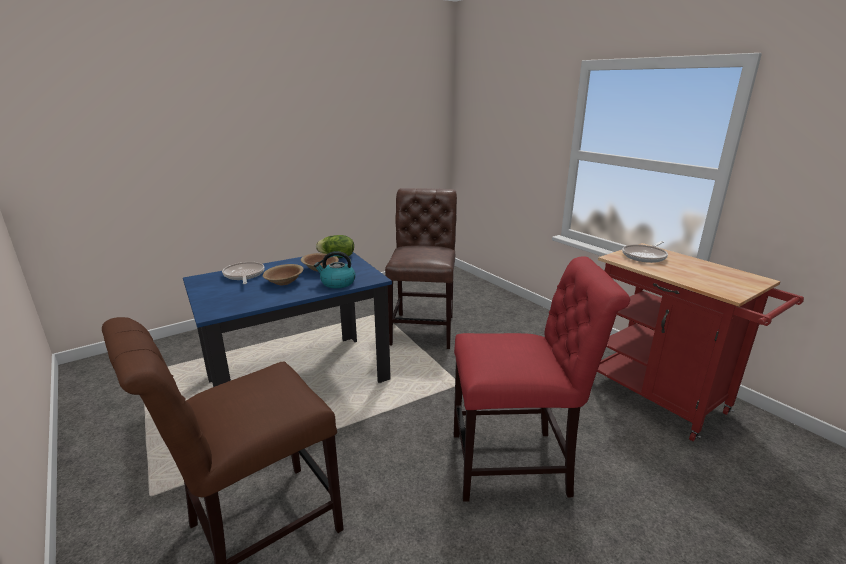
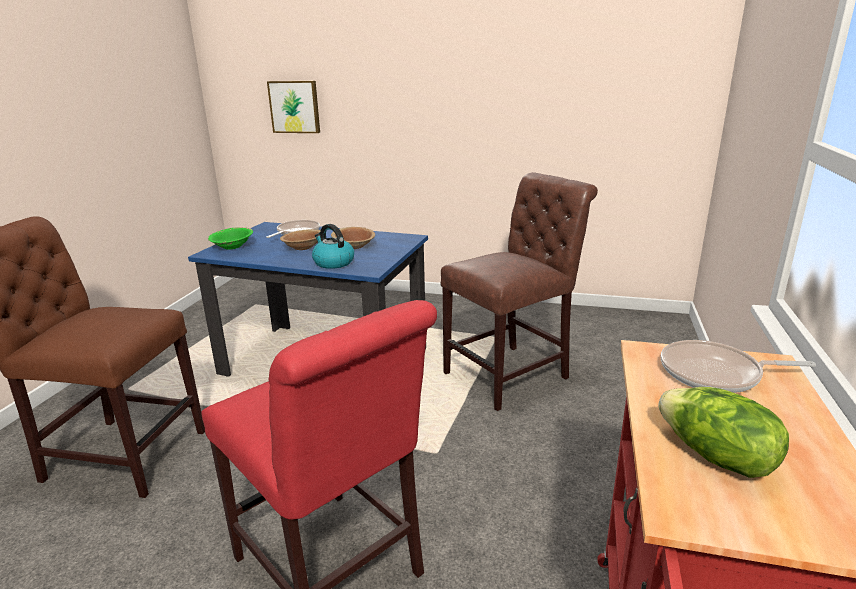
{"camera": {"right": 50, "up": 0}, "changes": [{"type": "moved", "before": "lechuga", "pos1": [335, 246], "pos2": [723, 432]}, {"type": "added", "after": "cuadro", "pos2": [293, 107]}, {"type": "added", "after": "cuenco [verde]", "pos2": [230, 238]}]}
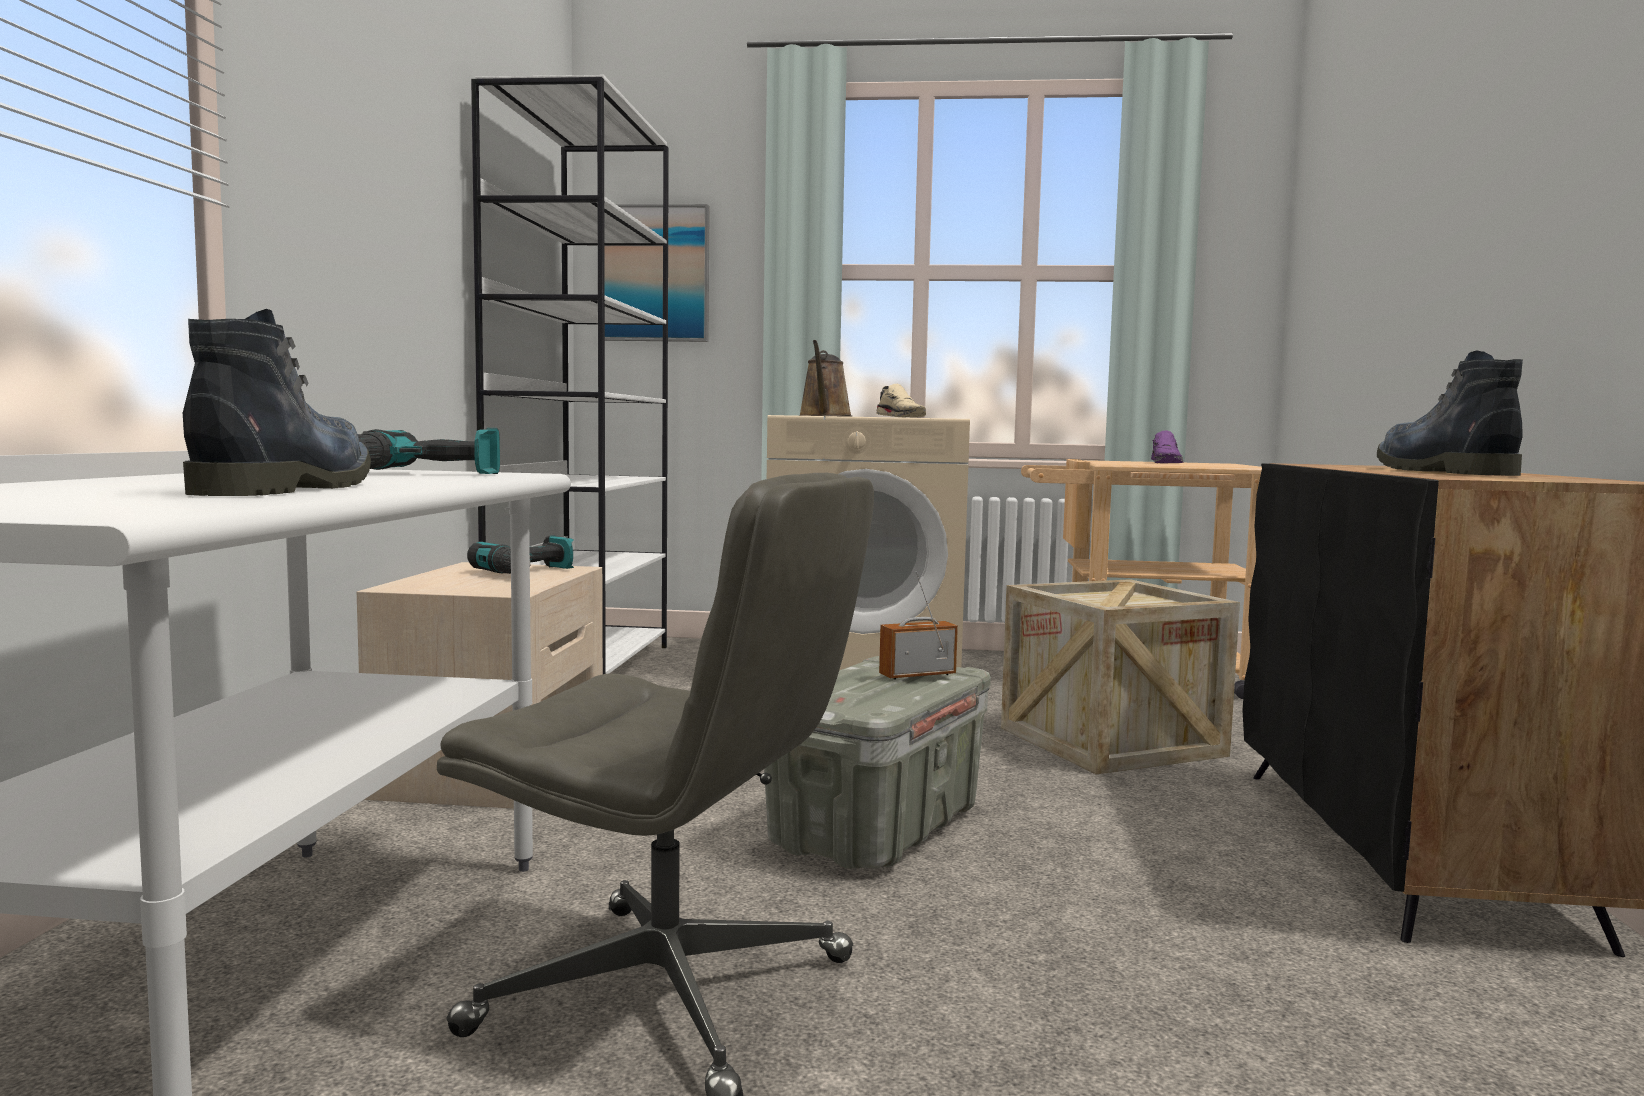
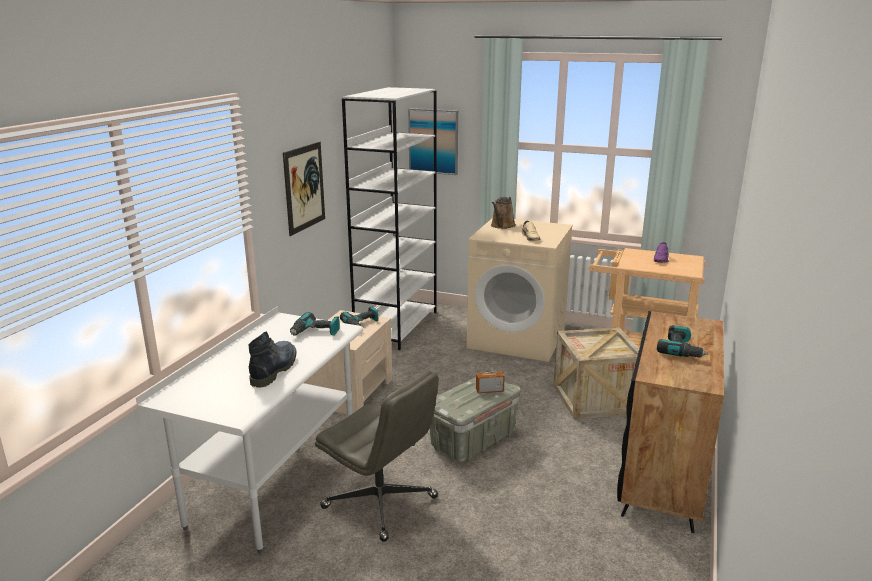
{"camera": {"right": 15, "up": 15}, "changes": [{"type": "replaced", "before": "bota", "after": "taladro", "pos1": [1450, 413], "pos2": [682, 341]}, {"type": "added", "after": "cuadro", "pos2": [304, 189]}]}
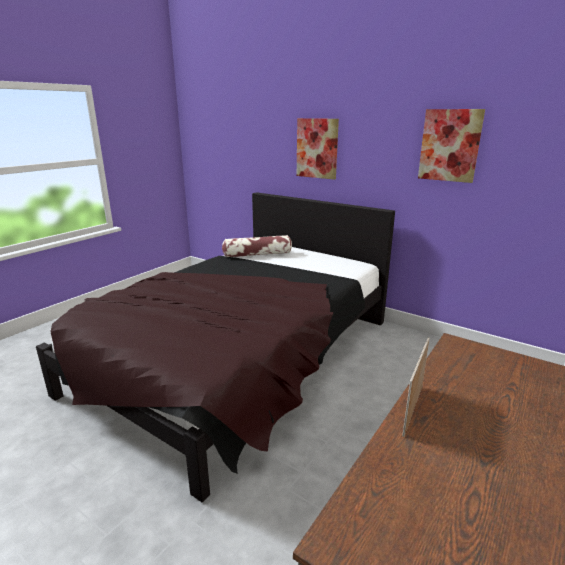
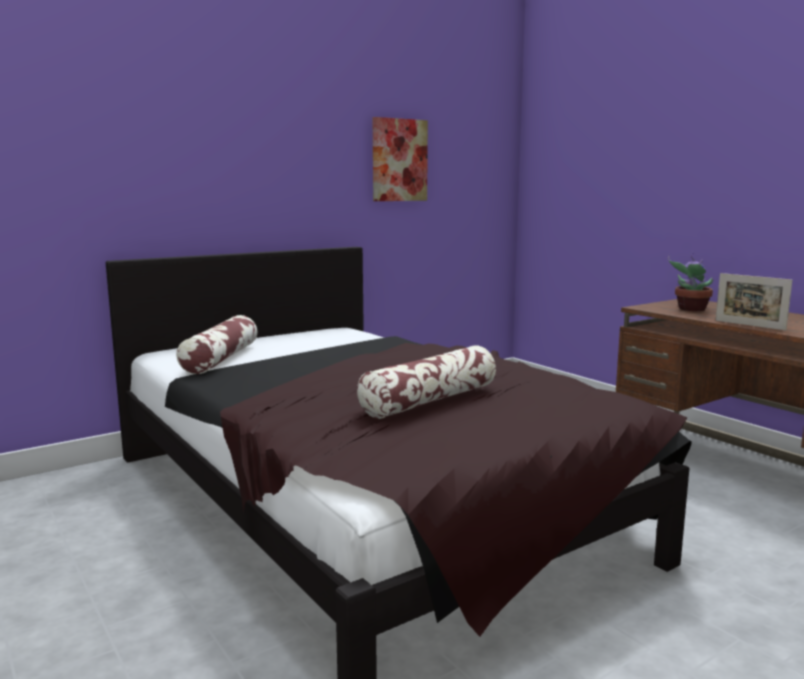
{"camera": {"right": -70, "up": -10}, "changes": [{"type": "removed", "before": "cuadro", "pos1": [318, 149]}, {"type": "added", "after": "planta en maceta", "pos2": [690, 282]}, {"type": "added", "after": "cojín", "pos2": [426, 382]}]}
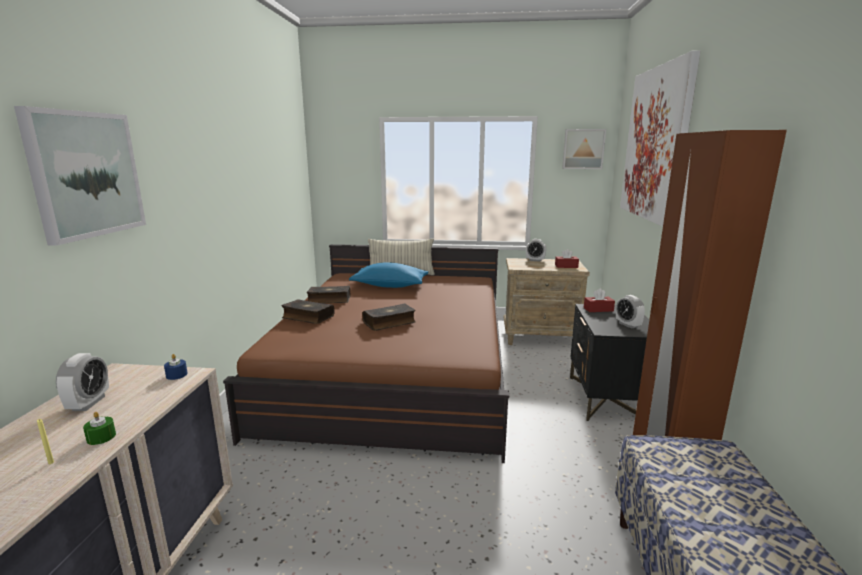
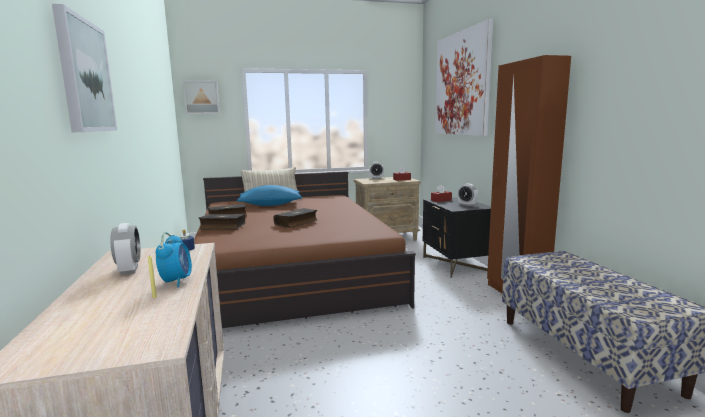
{"camera": {"right": -20, "up": -5}, "changes": [{"type": "moved", "before": "cuadro", "pos1": [584, 149], "pos2": [201, 97]}, {"type": "replaced", "before": "vela [verde]", "after": "despertador", "pos1": [99, 428], "pos2": [174, 259]}]}
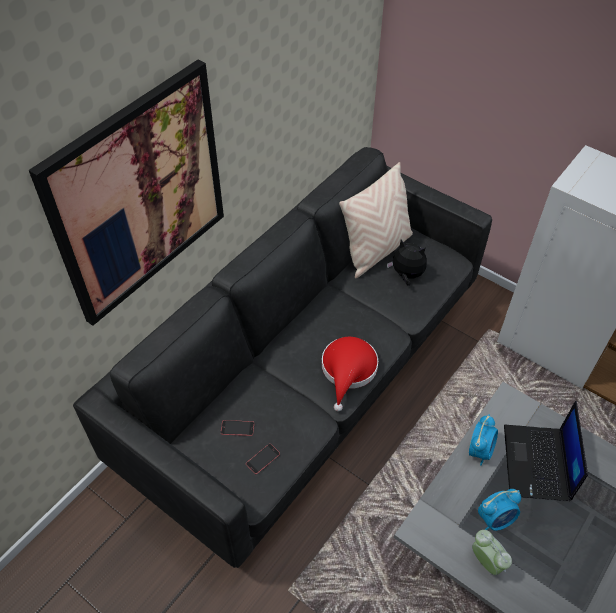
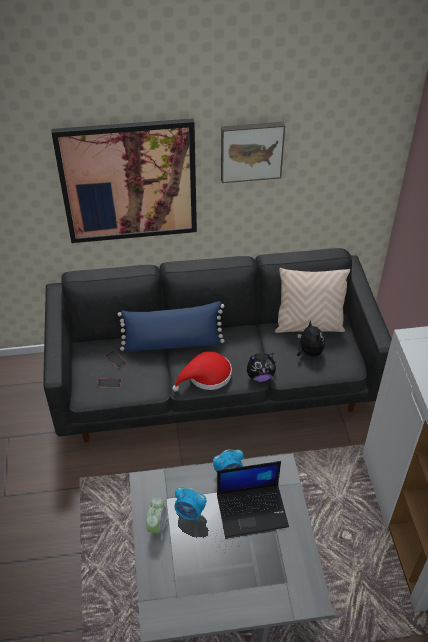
{"camera": {"right": 45, "up": -5}, "changes": [{"type": "turned", "before": "portátil", "pos1": [546, 451], "pos2": [253, 499], "turn": -150}, {"type": "added", "after": "cuadro", "pos2": [253, 152]}, {"type": "added", "after": "cojín [azul]", "pos2": [171, 326]}, {"type": "added", "after": "peluche", "pos2": [261, 367]}]}
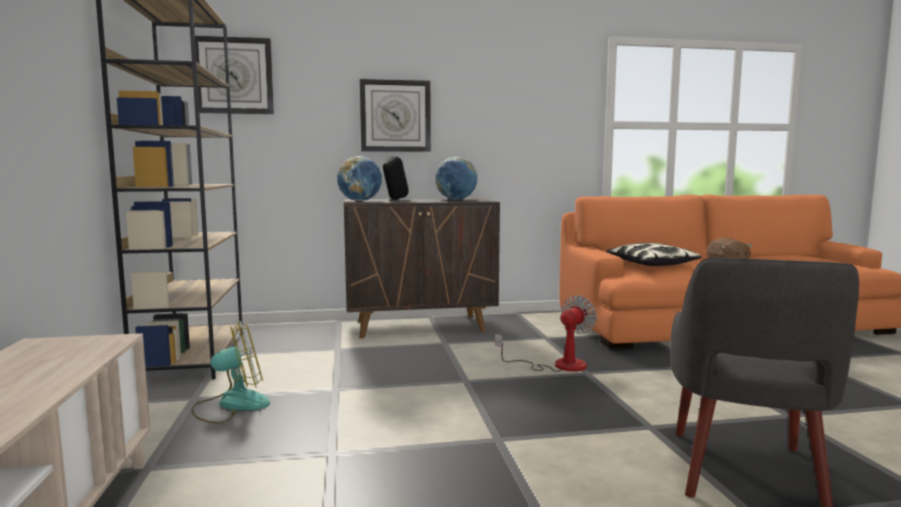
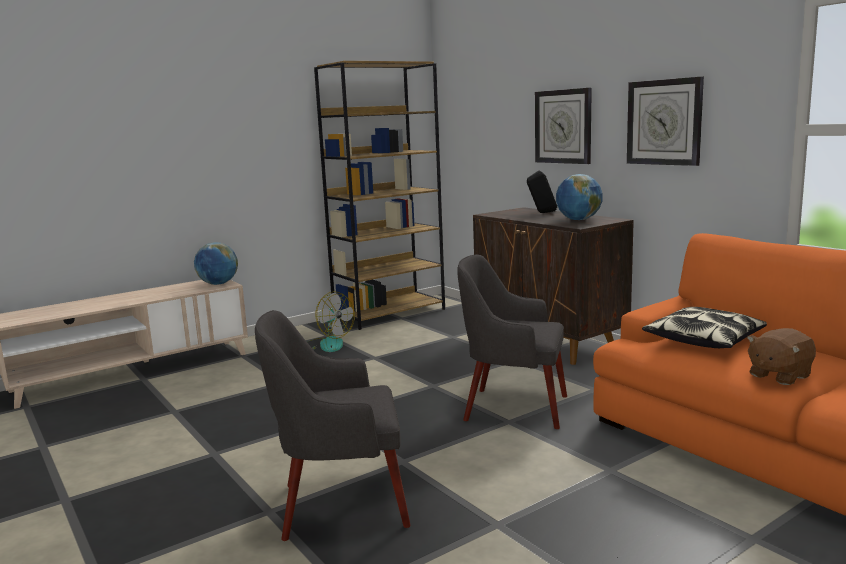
{"camera": {"right": 65, "up": 5}, "changes": [{"type": "moved", "before": "reloj de pared", "pos1": [234, 75], "pos2": [665, 121]}, {"type": "moved", "before": "globo terráqueo", "pos1": [359, 178], "pos2": [216, 263]}, {"type": "replaced", "before": "ventilador", "after": "sillón [gris]", "pos1": [546, 333], "pos2": [512, 341]}]}
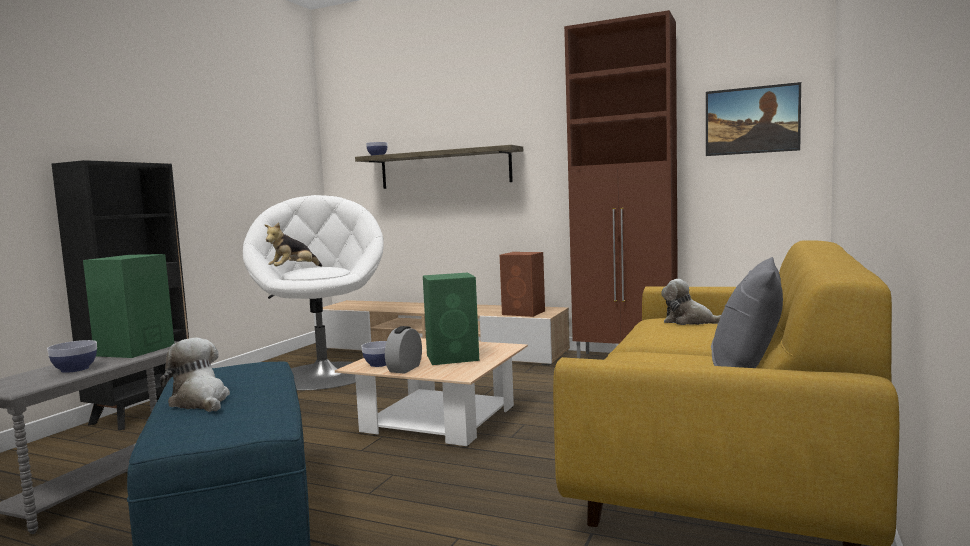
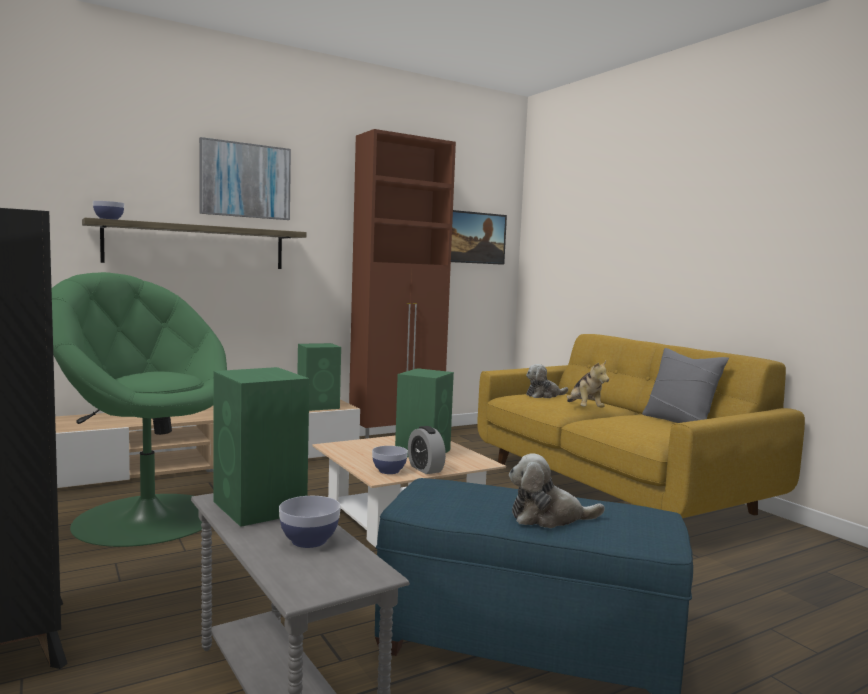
{"camera": {"right": -55, "up": 0}, "changes": [{"type": "recoloured", "before": "sillón [blanco]", "after": "sillón [verde]", "pos1": [313, 292], "pos2": [139, 409]}, {"type": "moved", "before": "peluche", "pos1": [293, 244], "pos2": [588, 384]}, {"type": "recoloured", "before": "altavoz [marrón]", "after": "altavoz [verde]", "pos1": [522, 284], "pos2": [319, 377]}, {"type": "added", "after": "cuadro", "pos2": [245, 178]}]}
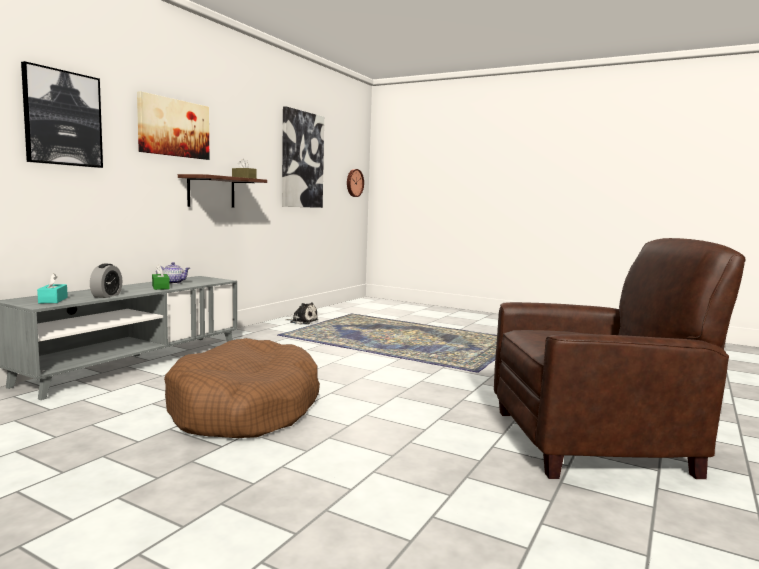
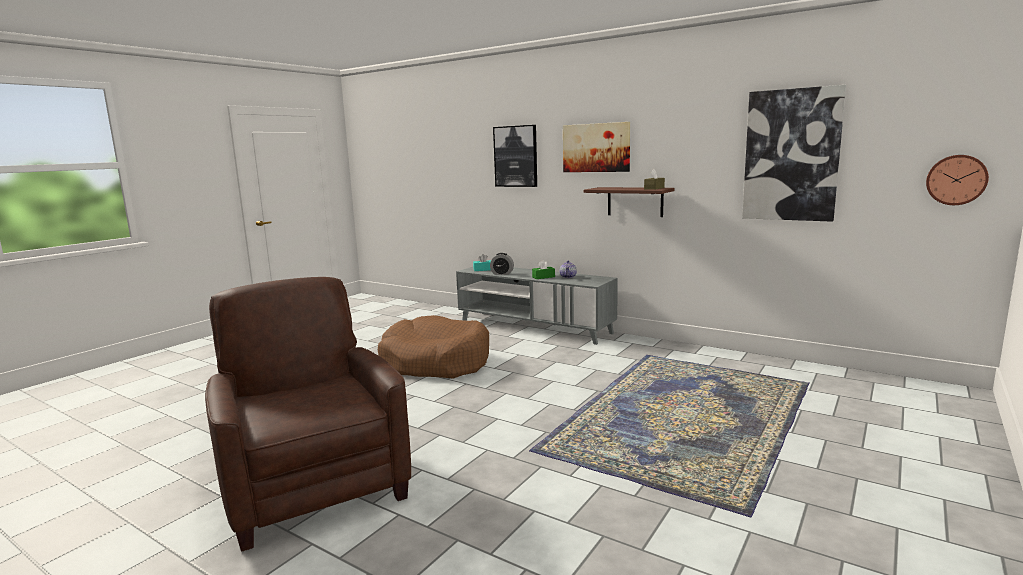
{"camera": {"right": 95, "up": 5}, "changes": [{"type": "turned", "before": "sillón [marrón]", "pos1": [619, 358], "pos2": [308, 414], "turn": 150}, {"type": "removed", "before": "peluche", "pos1": [302, 313]}]}
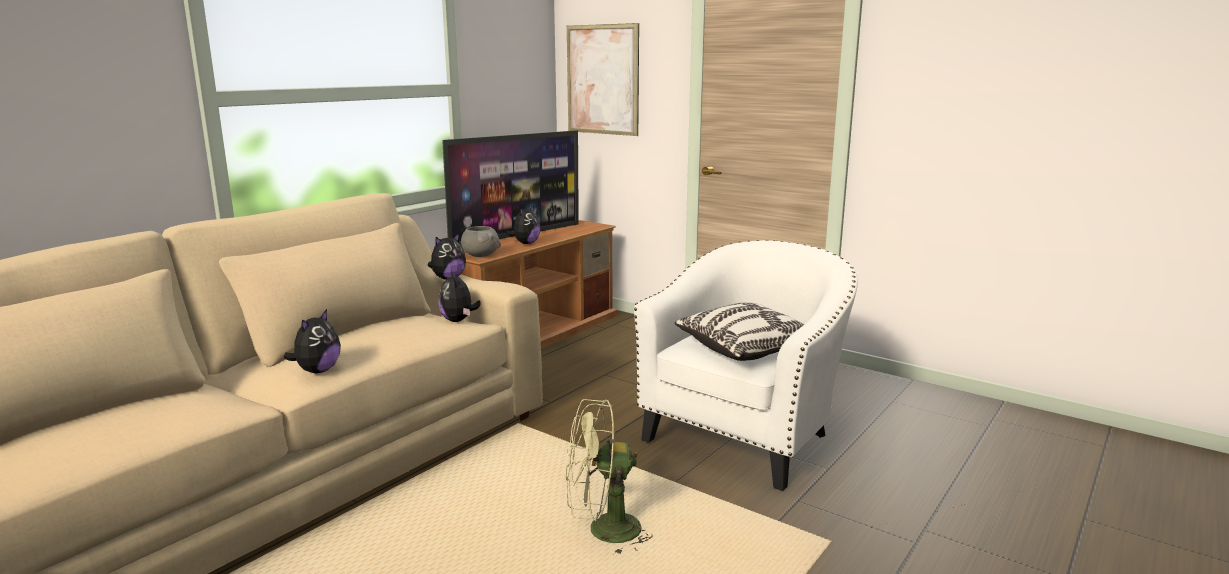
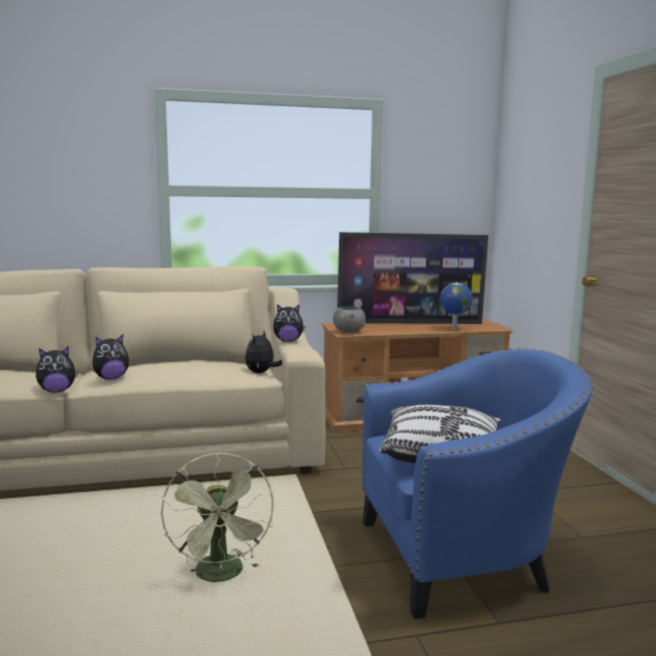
{"camera": {"right": 40, "up": -5}, "changes": [{"type": "removed", "before": "cuadro", "pos1": [603, 79]}, {"type": "moved", "before": "peluche", "pos1": [523, 224], "pos2": [57, 369]}, {"type": "recoloured", "before": "sillón [blanco]", "after": "sillón [azul]", "pos1": [746, 365], "pos2": [477, 483]}, {"type": "turned", "before": "ventilador [verde]", "pos1": [609, 477], "pos2": [217, 517], "turn": -135}, {"type": "added", "after": "globo terráqueo", "pos2": [456, 306]}]}
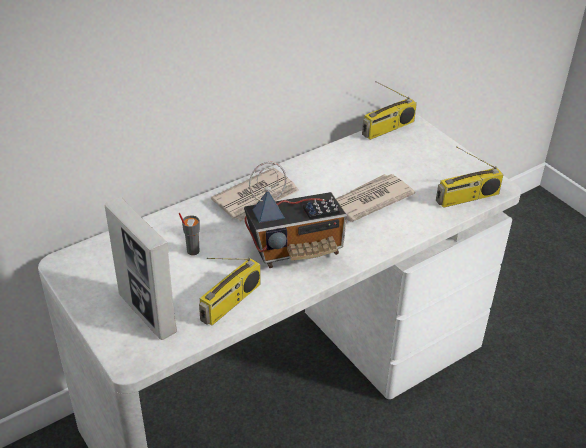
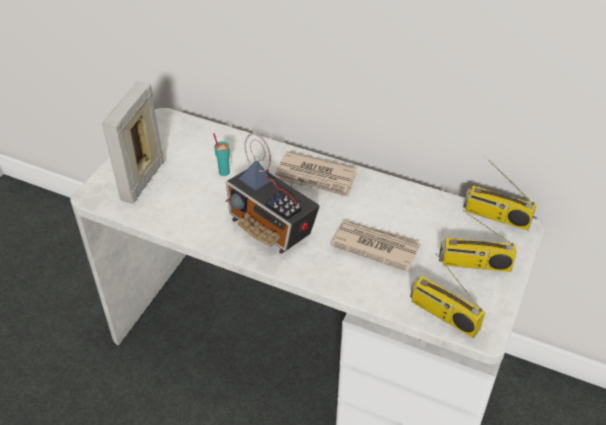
{"camera": {"right": 60, "up": 5}, "changes": [{"type": "recoloured", "before": "taza [gris]", "after": "taza [turquesa]", "pos1": [189, 234], "pos2": [221, 154]}, {"type": "moved", "before": "radio", "pos1": [230, 291], "pos2": [477, 241]}]}
